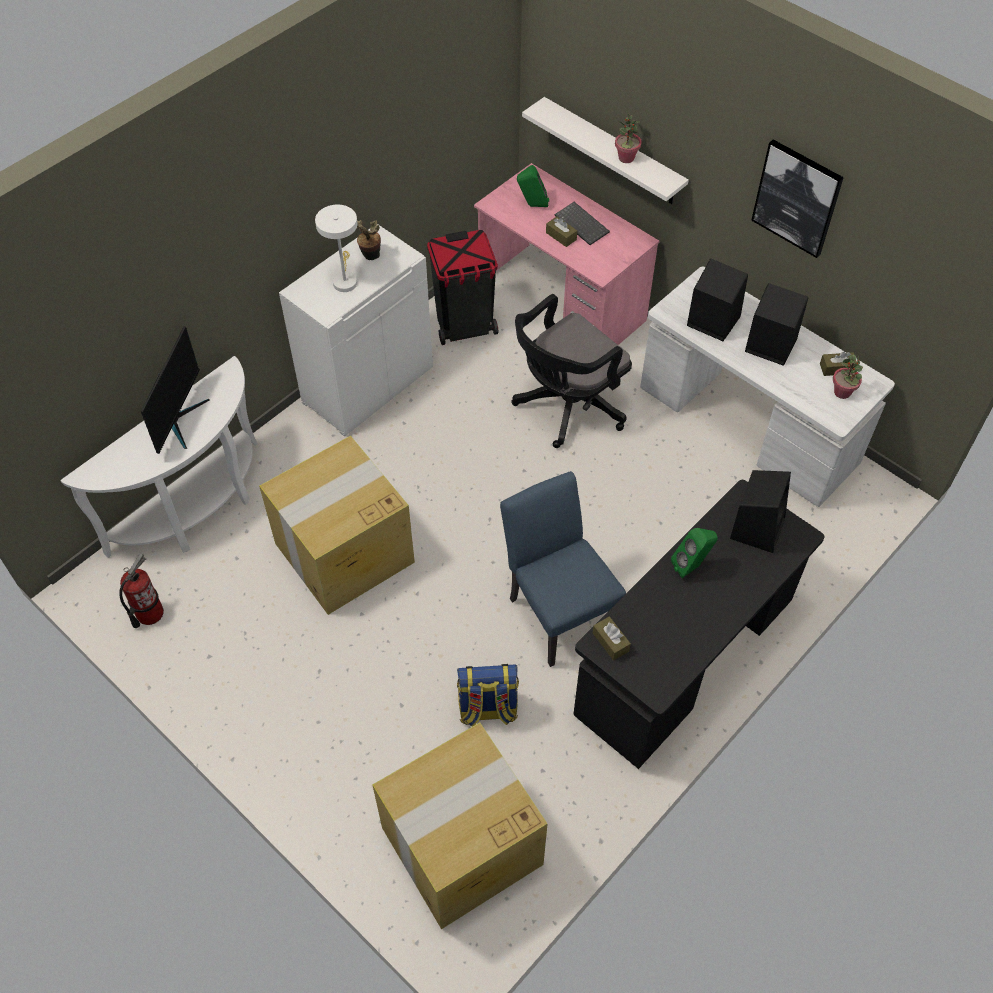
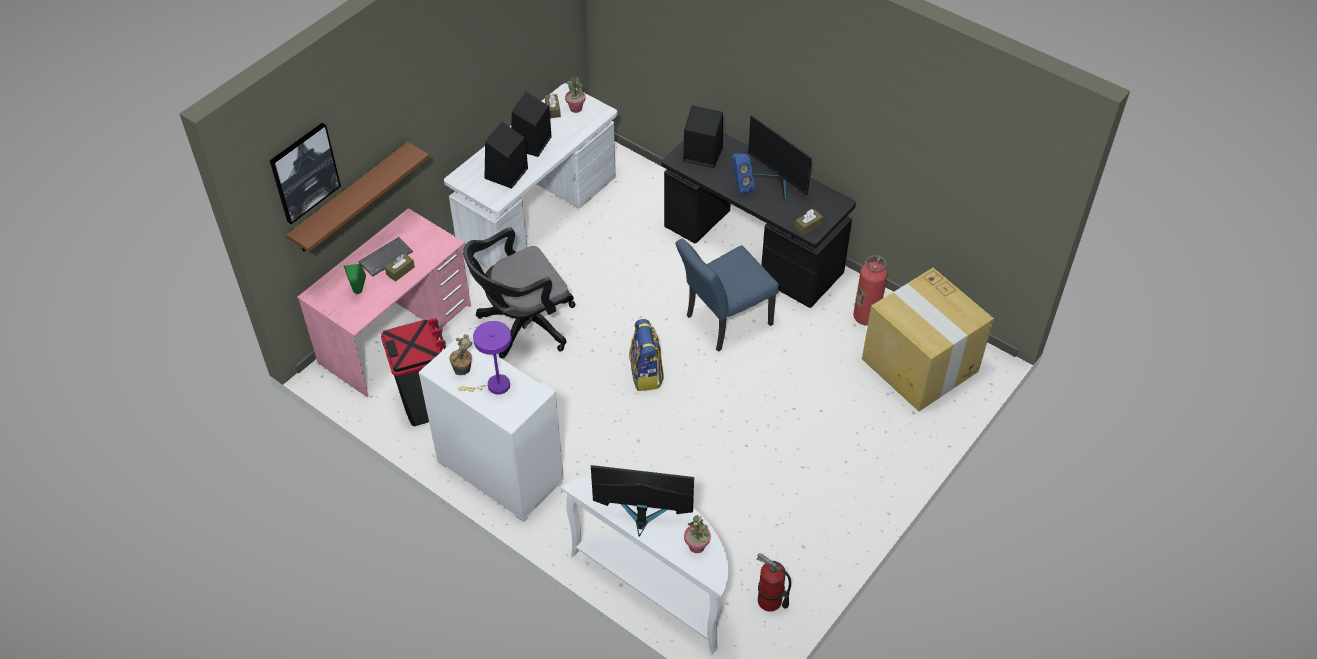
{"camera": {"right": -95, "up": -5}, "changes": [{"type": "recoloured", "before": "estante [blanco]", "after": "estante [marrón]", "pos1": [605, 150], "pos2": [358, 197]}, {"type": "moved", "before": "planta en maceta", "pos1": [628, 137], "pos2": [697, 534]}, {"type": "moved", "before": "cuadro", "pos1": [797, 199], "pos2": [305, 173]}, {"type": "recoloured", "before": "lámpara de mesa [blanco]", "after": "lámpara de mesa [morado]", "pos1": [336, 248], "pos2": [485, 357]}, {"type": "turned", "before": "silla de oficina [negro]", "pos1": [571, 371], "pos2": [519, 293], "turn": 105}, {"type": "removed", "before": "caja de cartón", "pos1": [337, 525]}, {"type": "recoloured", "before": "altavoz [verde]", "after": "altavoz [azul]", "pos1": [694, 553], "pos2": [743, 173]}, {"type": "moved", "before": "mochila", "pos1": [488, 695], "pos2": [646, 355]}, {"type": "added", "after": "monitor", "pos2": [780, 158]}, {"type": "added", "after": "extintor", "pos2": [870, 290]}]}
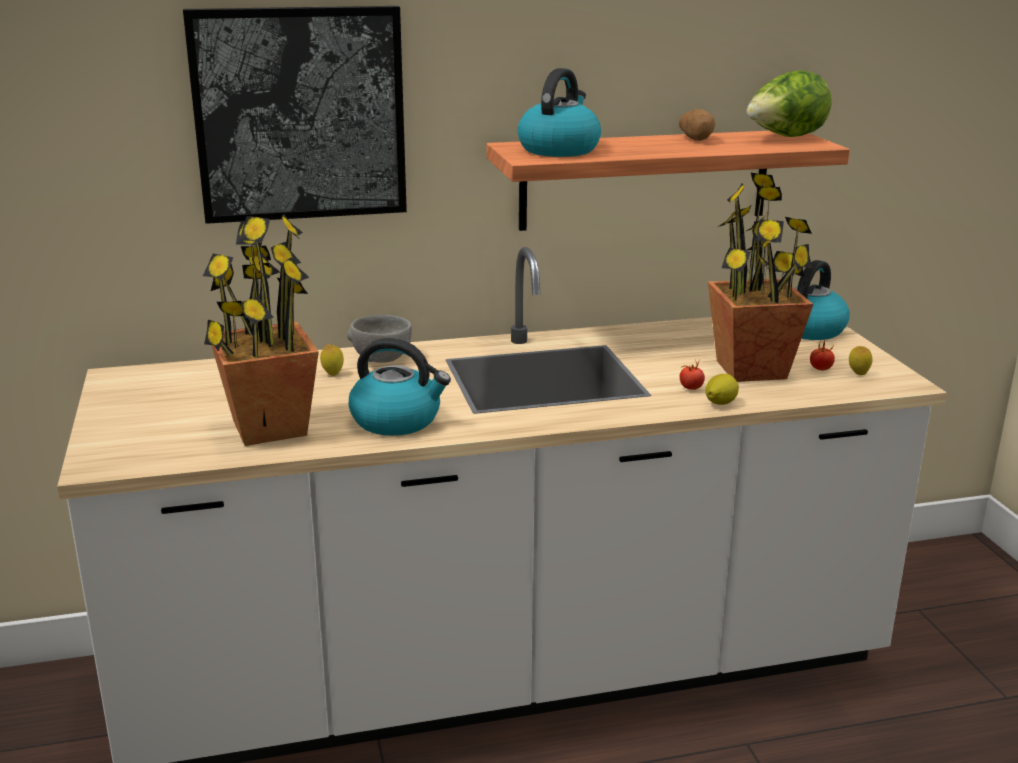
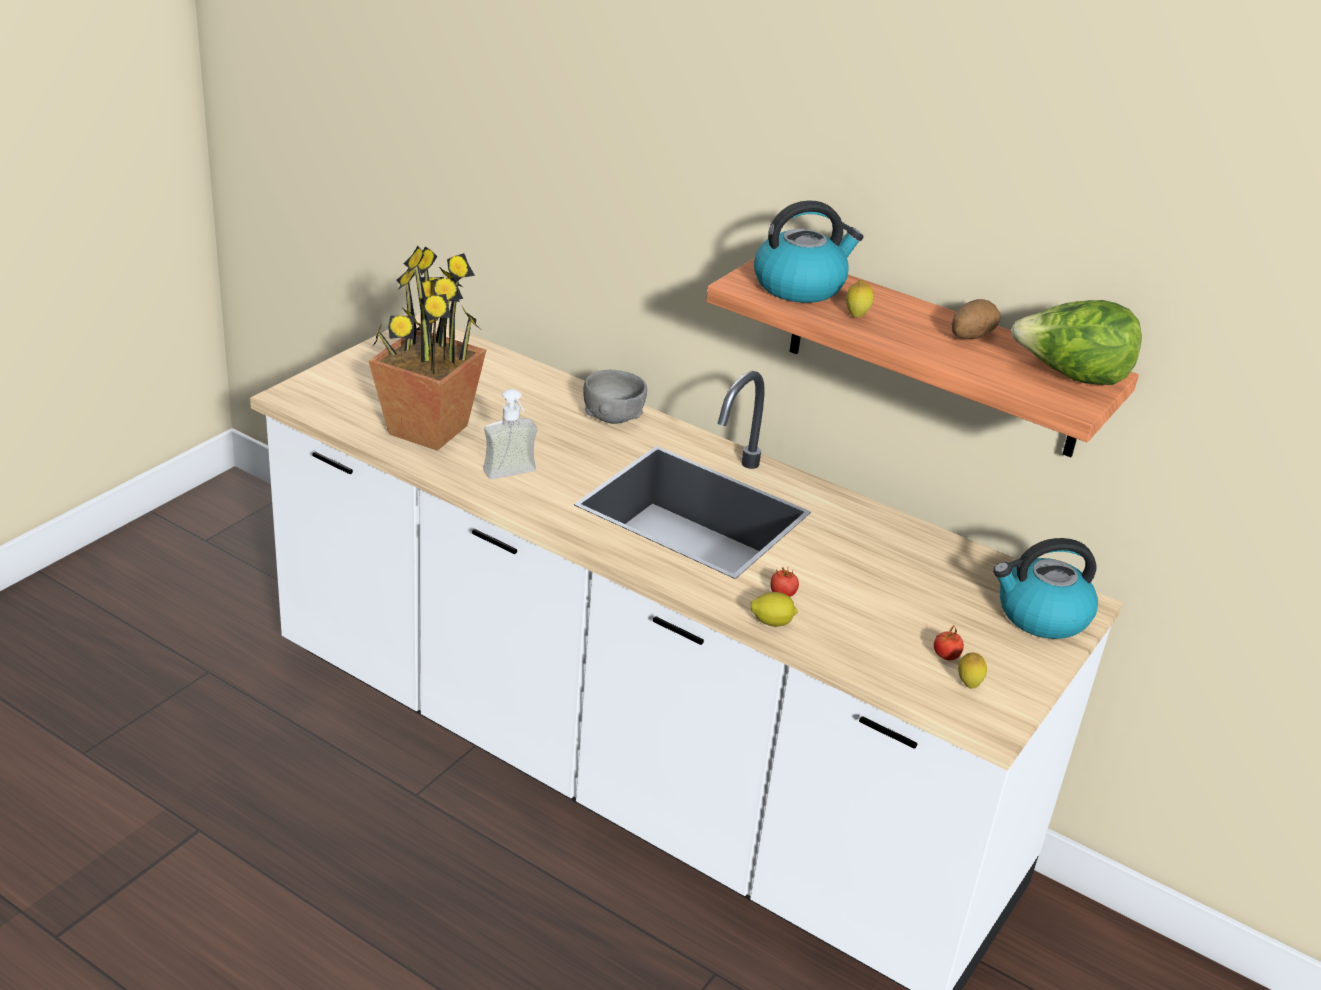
{"camera": {"right": 45, "up": 10}, "changes": [{"type": "removed", "before": "cuadro", "pos1": [295, 115]}, {"type": "removed", "before": "planta en maceta", "pos1": [761, 277]}, {"type": "replaced", "before": "hervidor", "after": "dispensador de jabón", "pos1": [400, 387], "pos2": [510, 434]}, {"type": "moved", "before": "limón", "pos1": [332, 360], "pos2": [860, 299]}]}
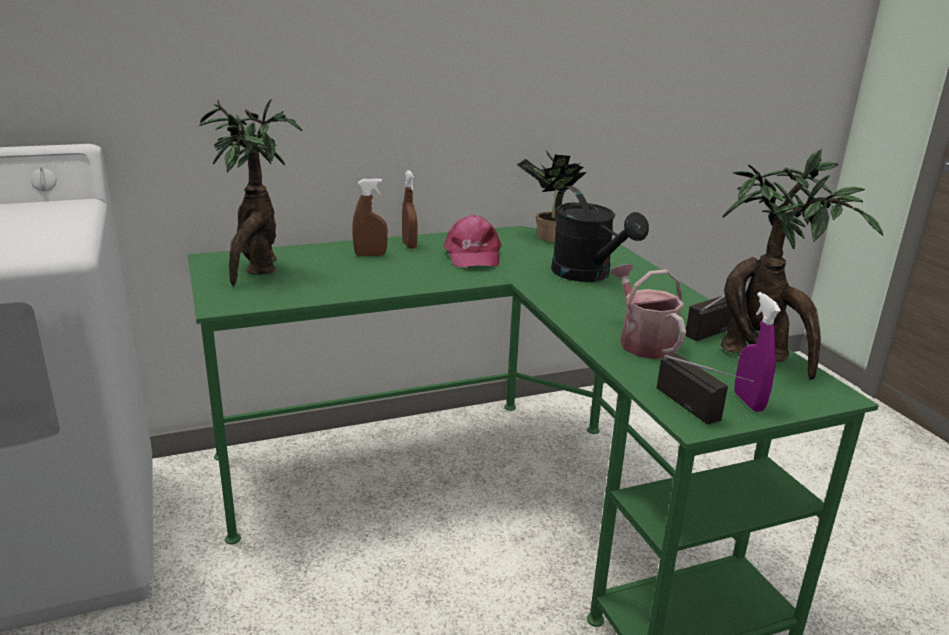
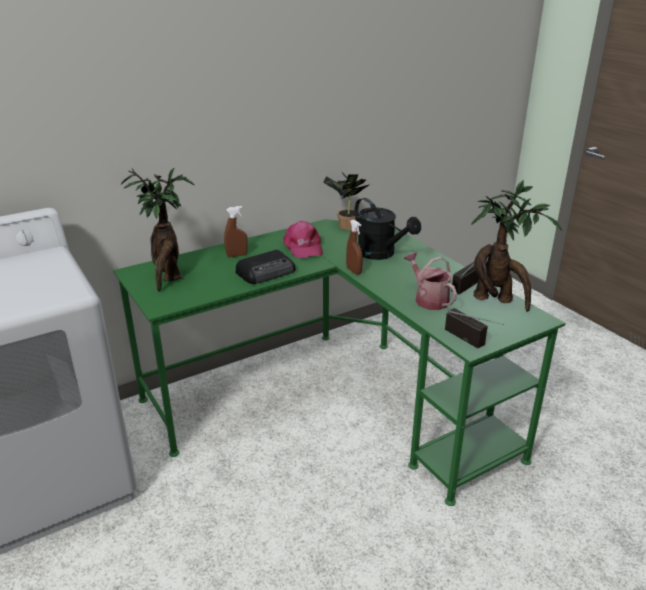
{"camera": {"right": -10, "up": 5}, "changes": [{"type": "moved", "before": "pulverizador [marrón]", "pos1": [409, 209], "pos2": [354, 247]}, {"type": "removed", "before": "pulverizador [morado]", "pos1": [758, 352]}, {"type": "added", "after": "radio", "pos2": [265, 267]}]}
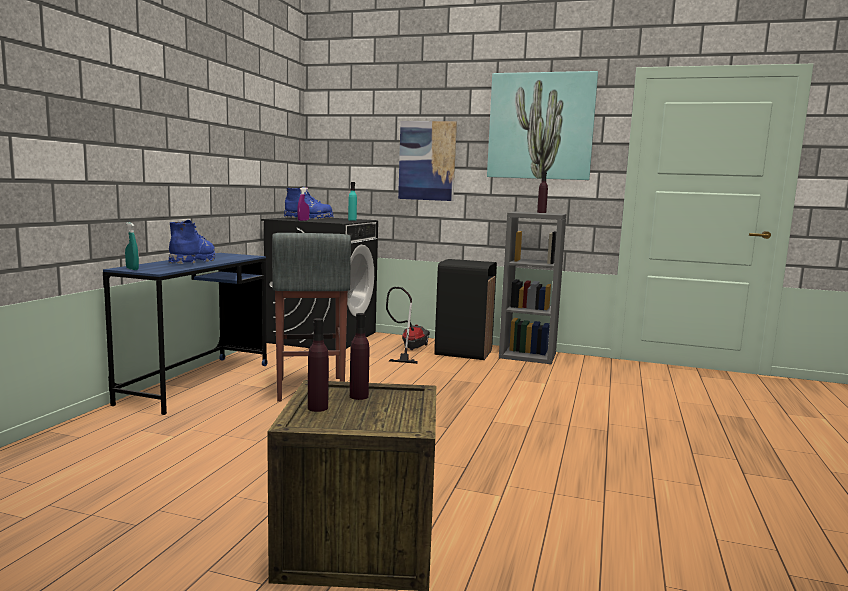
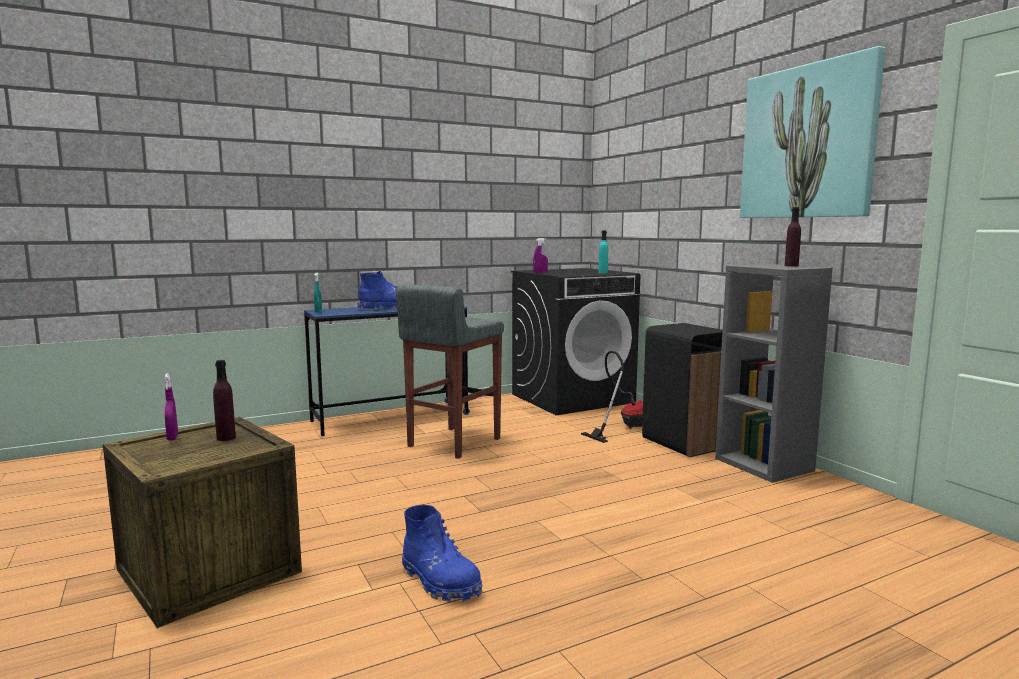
{"camera": {"right": 45, "up": 0}, "changes": [{"type": "removed", "before": "cuadro", "pos1": [427, 161]}, {"type": "moved", "before": "bota [azul]", "pos1": [309, 203], "pos2": [442, 553]}, {"type": "replaced", "before": "botella [morado]", "after": "pulverizador [morado]", "pos1": [318, 365], "pos2": [171, 407]}]}
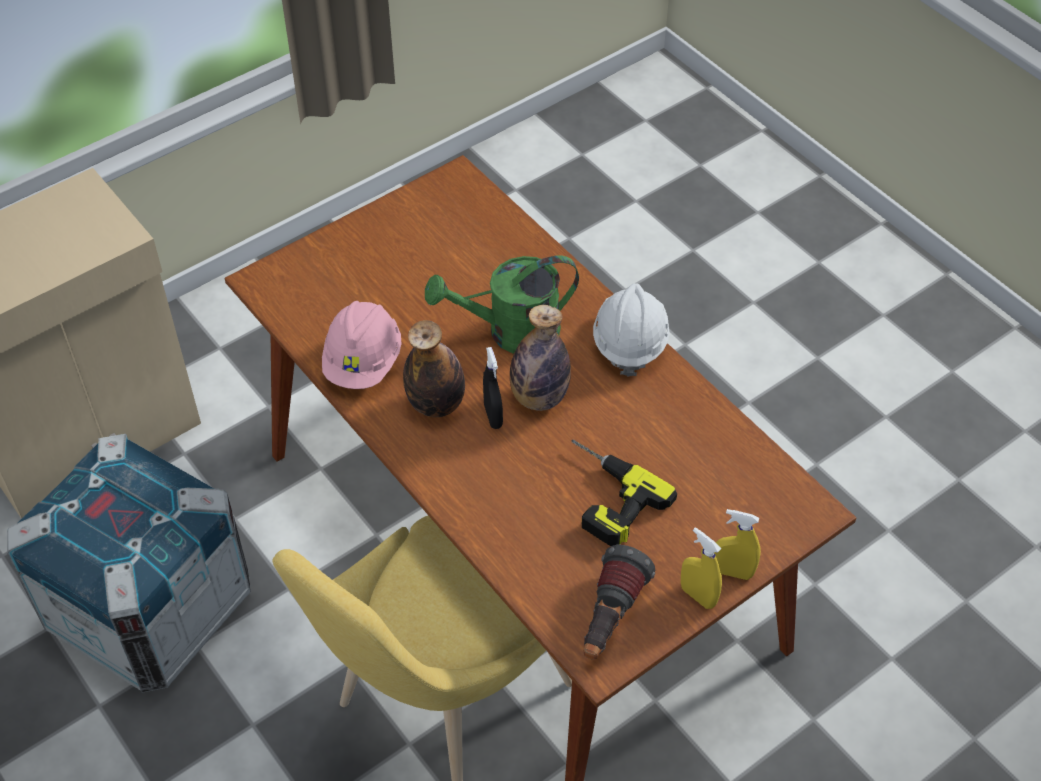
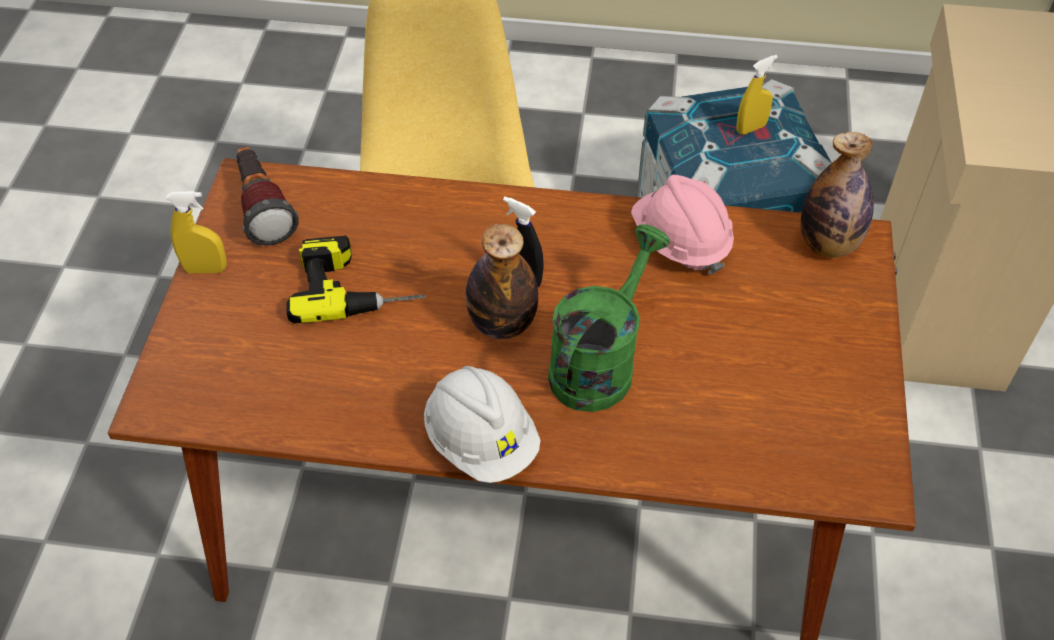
{"camera": {"right": 135, "up": 0}, "changes": [{"type": "moved", "before": "botella", "pos1": [434, 368], "pos2": [837, 195]}, {"type": "moved", "before": "pulverizador [amarillo]", "pos1": [737, 544], "pos2": [757, 95]}]}
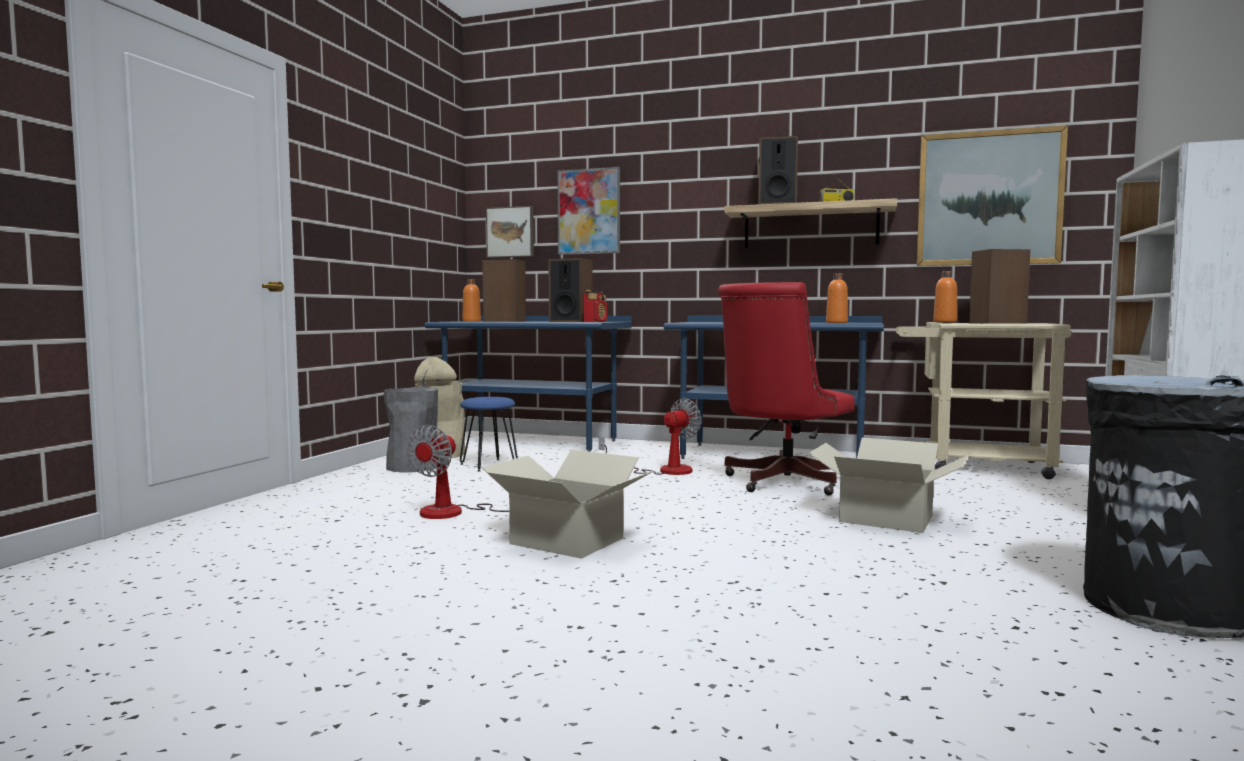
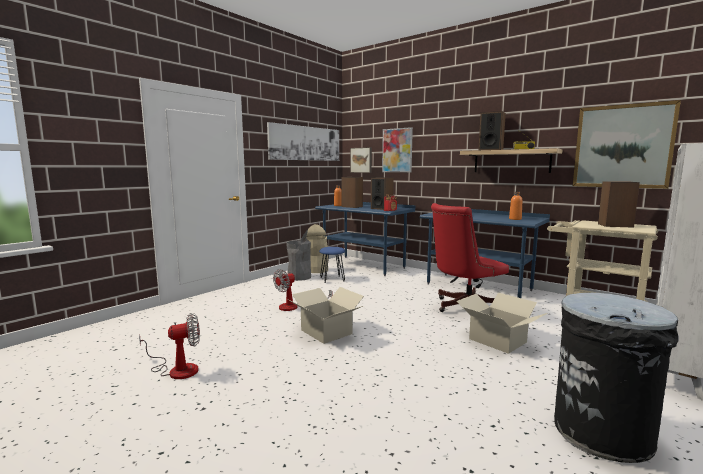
{"camera": {"right": 20, "up": 5}, "changes": [{"type": "removed", "before": "botella [naranja]", "pos1": [945, 296]}, {"type": "moved", "before": "ventilador", "pos1": [650, 436], "pos2": [169, 346]}, {"type": "added", "after": "cuadro", "pos2": [303, 141]}]}
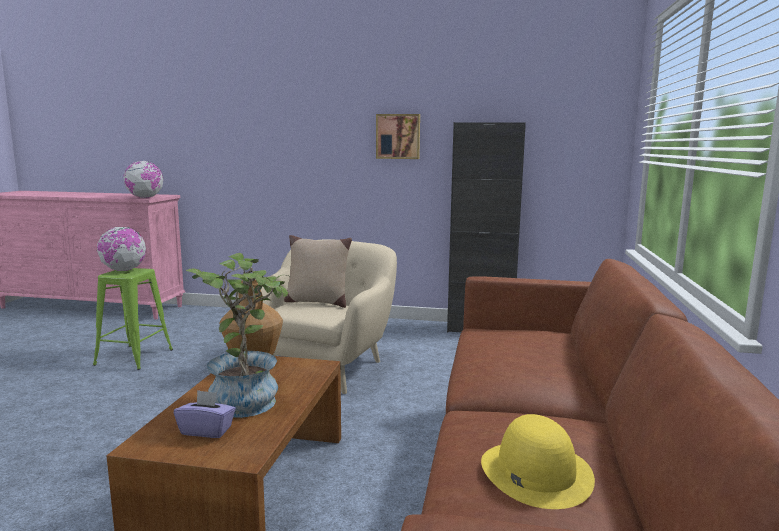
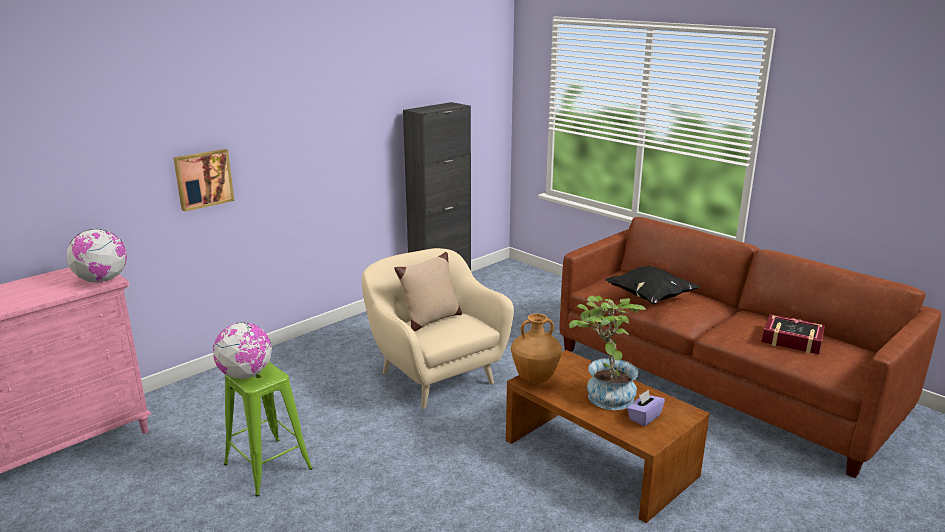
{"camera": {"right": -55, "up": 10}, "changes": [{"type": "moved", "before": "cuadro", "pos1": [398, 136], "pos2": [204, 180]}, {"type": "replaced", "before": "sombrero [amarillo]", "after": "libro", "pos1": [538, 461], "pos2": [793, 334]}, {"type": "added", "after": "cojín [negro]", "pos2": [652, 285]}]}
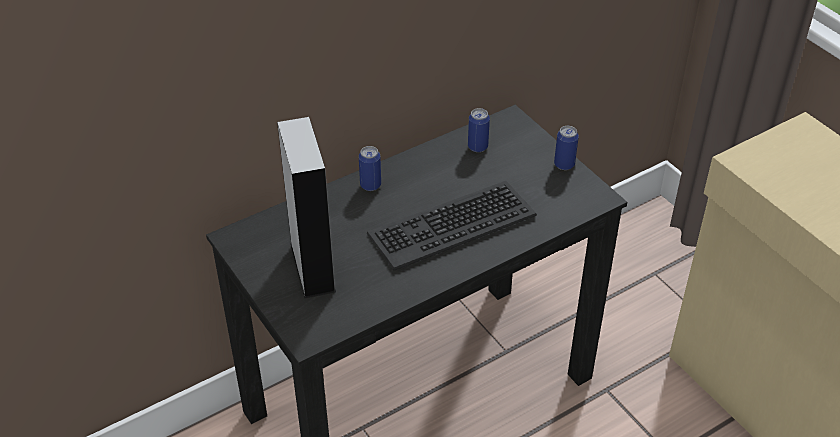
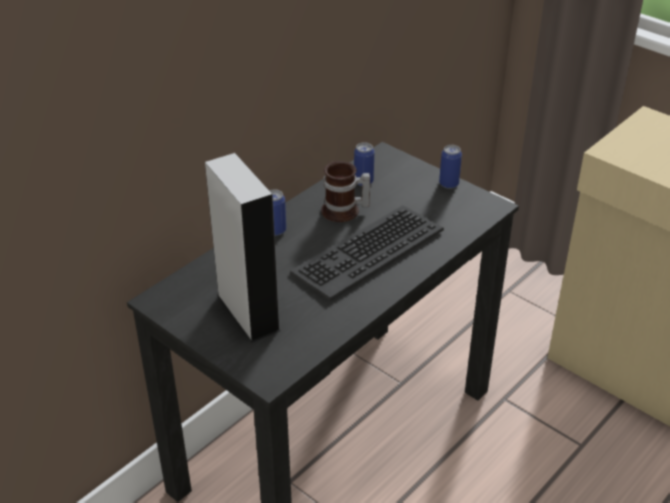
{"camera": {"right": -15, "up": -5}, "changes": [{"type": "added", "after": "taza grande", "pos2": [345, 191]}]}
